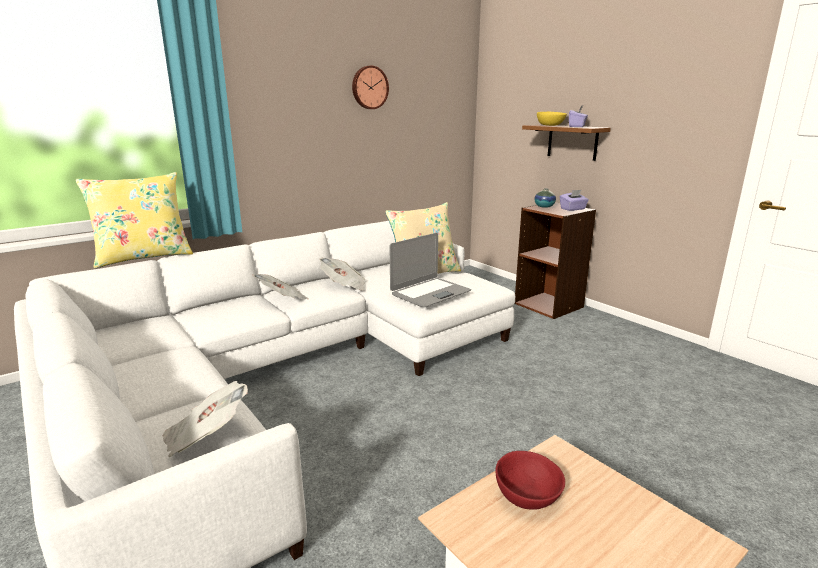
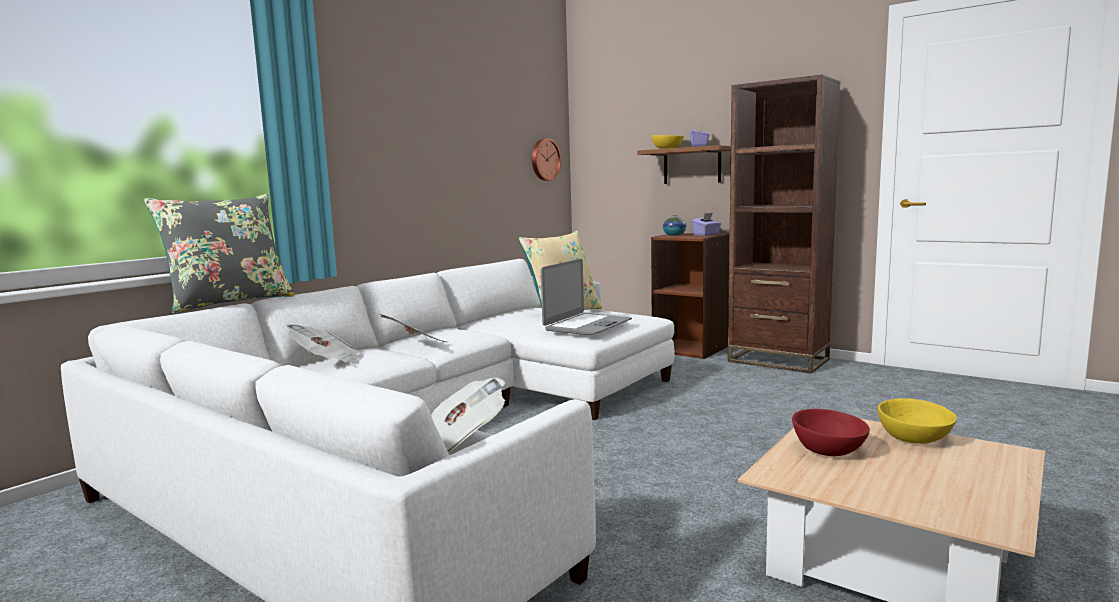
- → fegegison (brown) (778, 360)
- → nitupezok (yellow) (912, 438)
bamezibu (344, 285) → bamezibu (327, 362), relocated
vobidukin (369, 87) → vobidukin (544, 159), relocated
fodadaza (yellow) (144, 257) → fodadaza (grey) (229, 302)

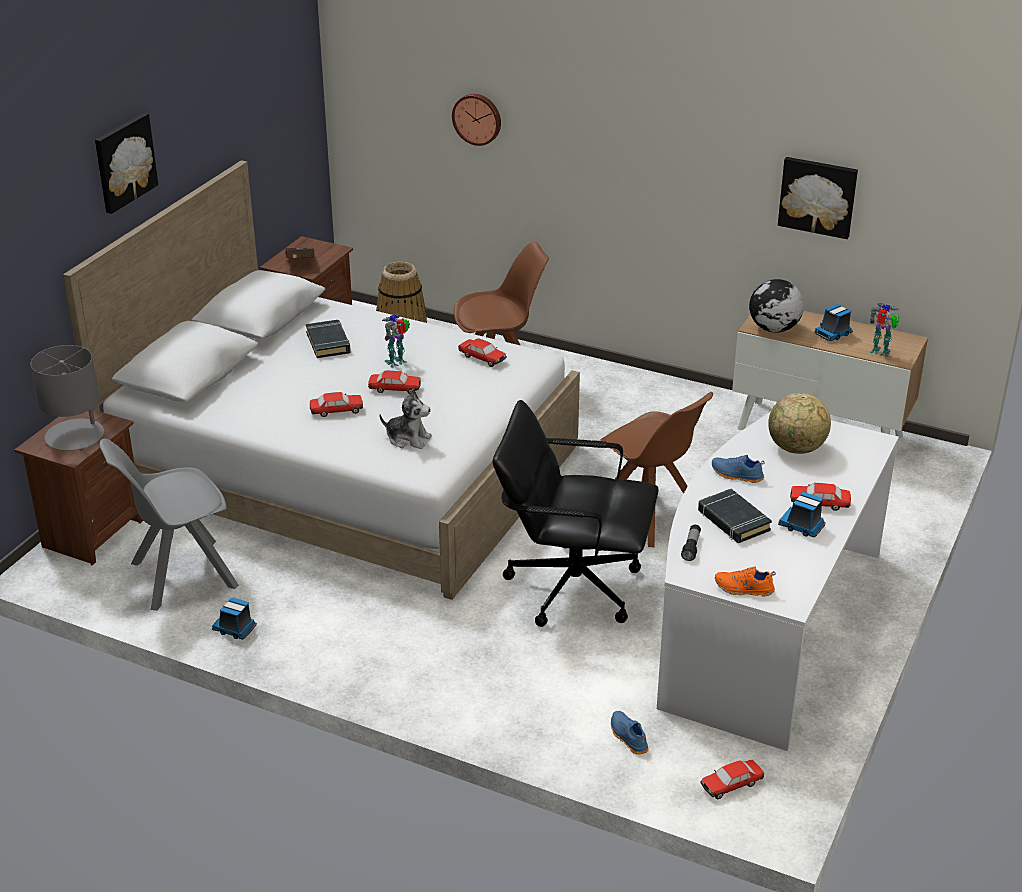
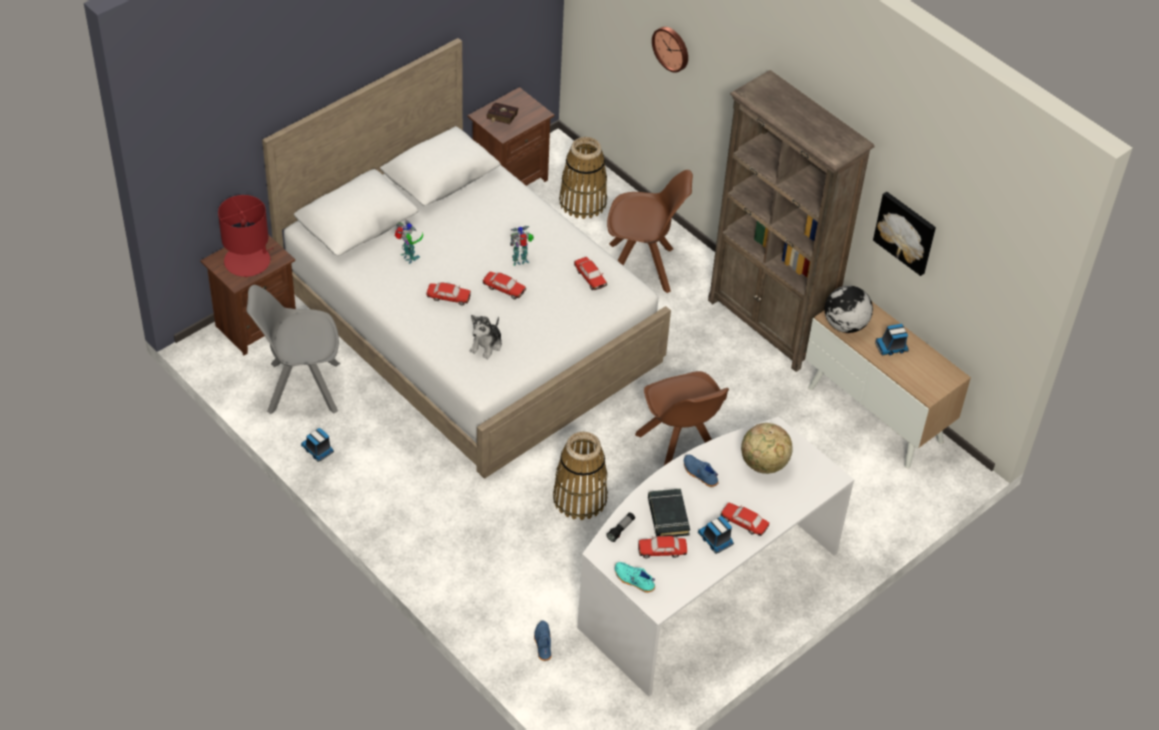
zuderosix (124, 162) → -
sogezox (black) (328, 343) → -
- → fegegison (brown) (769, 325)
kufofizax (731, 784) → kufofizax (662, 551), relocated
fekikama (880, 353) → fekikama (409, 258), relocated
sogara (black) (572, 586) → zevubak (580, 498)
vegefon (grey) (75, 436) → vegefon (red) (248, 261)
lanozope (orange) (743, 589) → lanozope (turquoise) (633, 580)
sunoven (408, 439) → sunoven (486, 345), 75 degrees clockwise

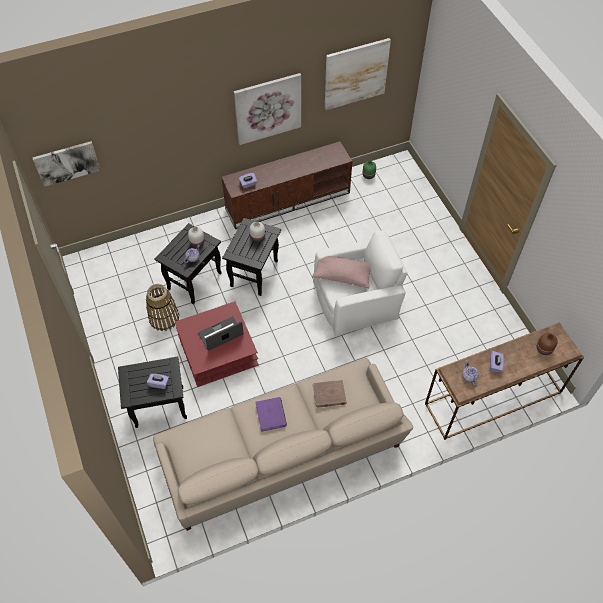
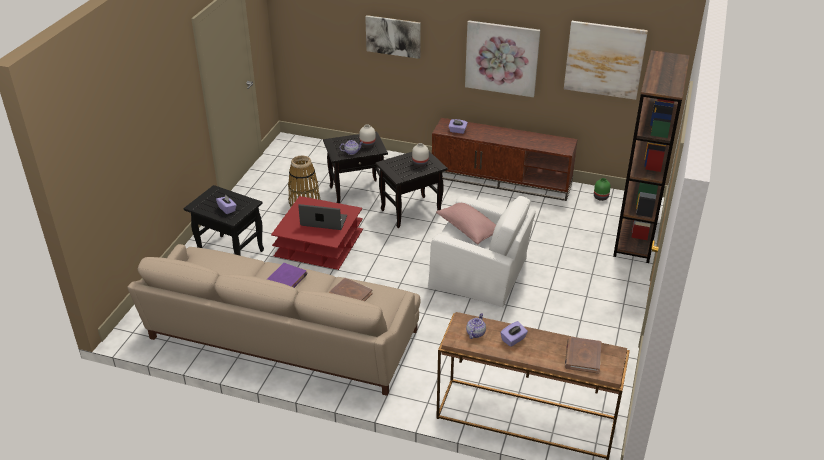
- → fegegison (brown) (636, 235)
zuderosix (67, 163) → zuderosix (393, 36), relocated
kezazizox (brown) (544, 348) → sogezox (brown) (582, 357)

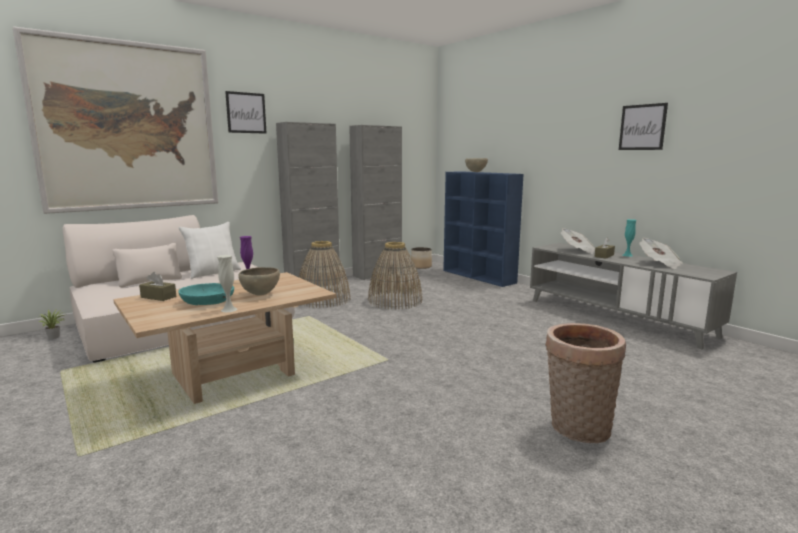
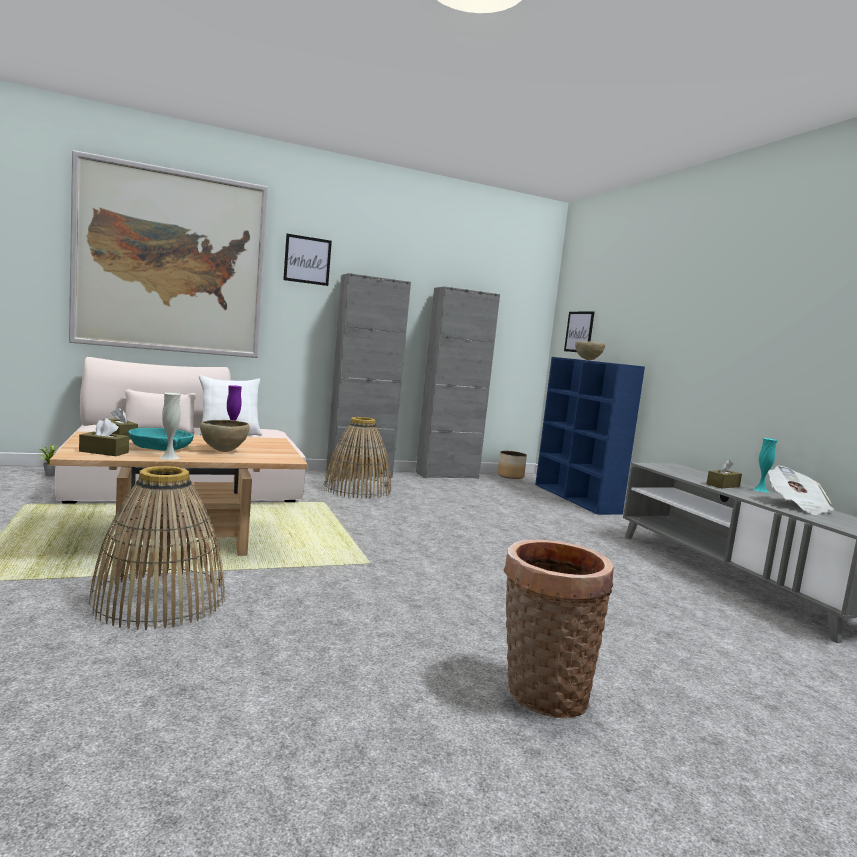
bamezibu (578, 250) → -
- → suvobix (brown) (104, 452)
zevubak (395, 301) → zevubak (159, 600), relocated
zuderosix (642, 127) → zuderosix (579, 332), relocated

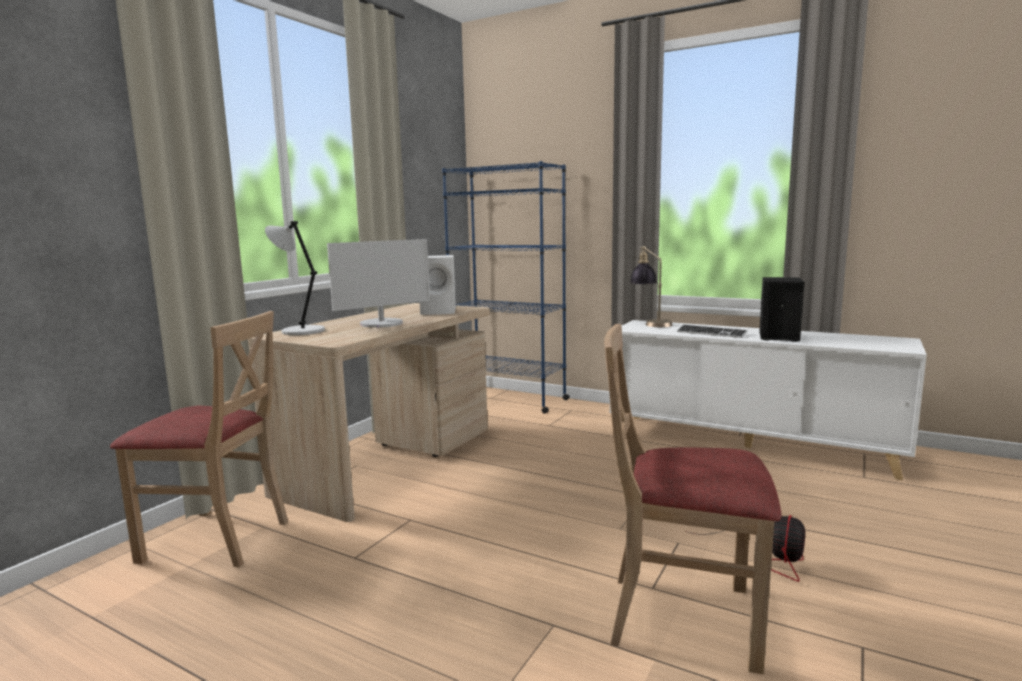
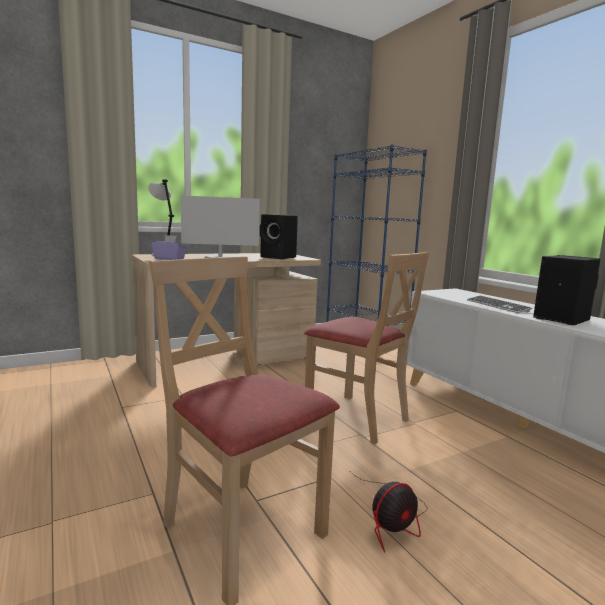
vegefon (650, 323) → -
- → suvobix (purple) (169, 259)
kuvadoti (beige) (216, 539) → kuvadoti (beige) (357, 418), relocated
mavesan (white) (440, 311) → mavesan (black) (279, 257)

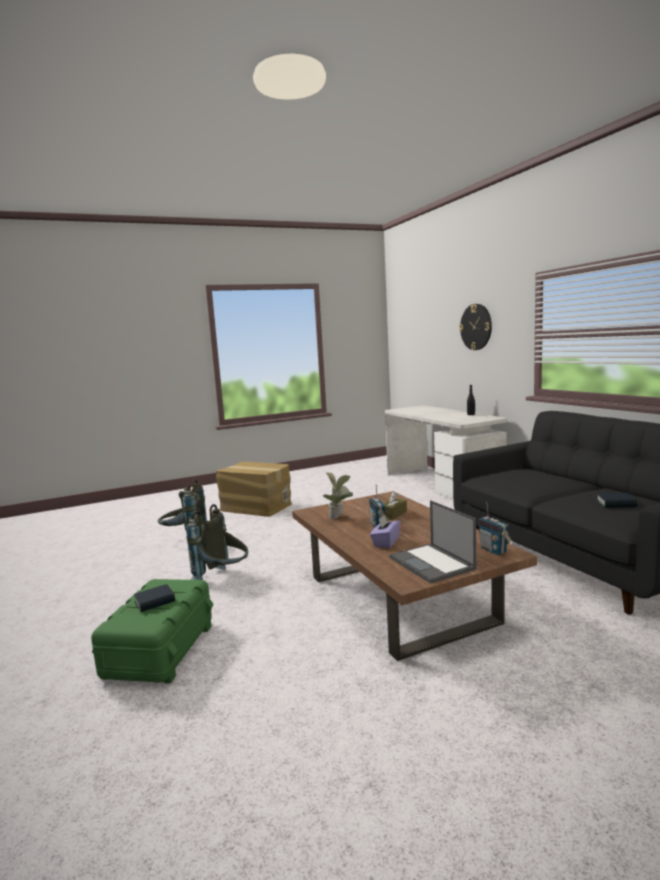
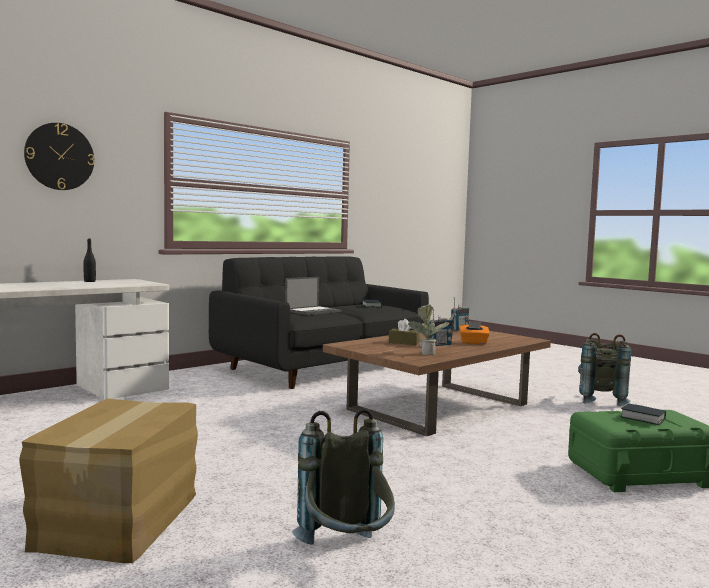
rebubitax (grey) (223, 579) → rebubitax (grey) (599, 400), relocated
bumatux (432, 563) → bumatux (313, 311), relocated
suvobix (purple) (385, 542) → suvobix (orange) (473, 343)

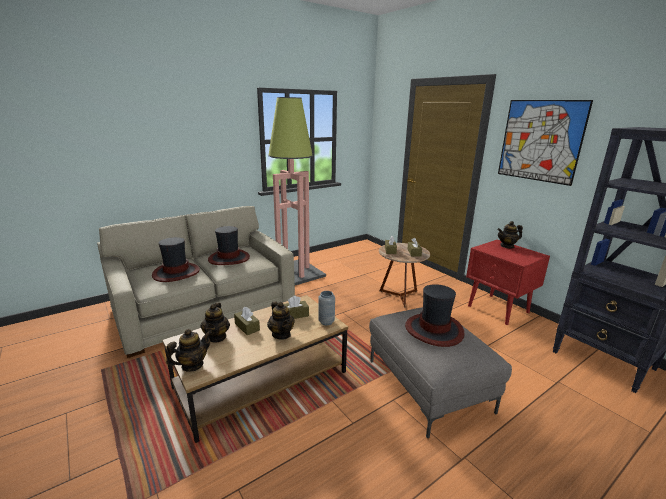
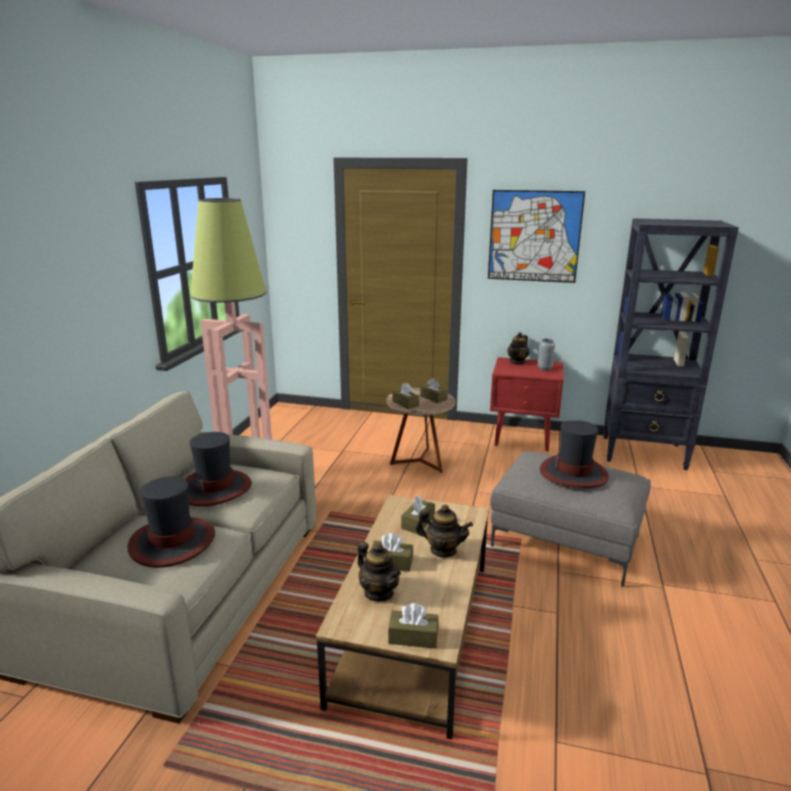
kezazizox (grey) (326, 322) → kezazizox (grey) (544, 368), relocated
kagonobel (192, 365) → suvobix (brown) (413, 637)

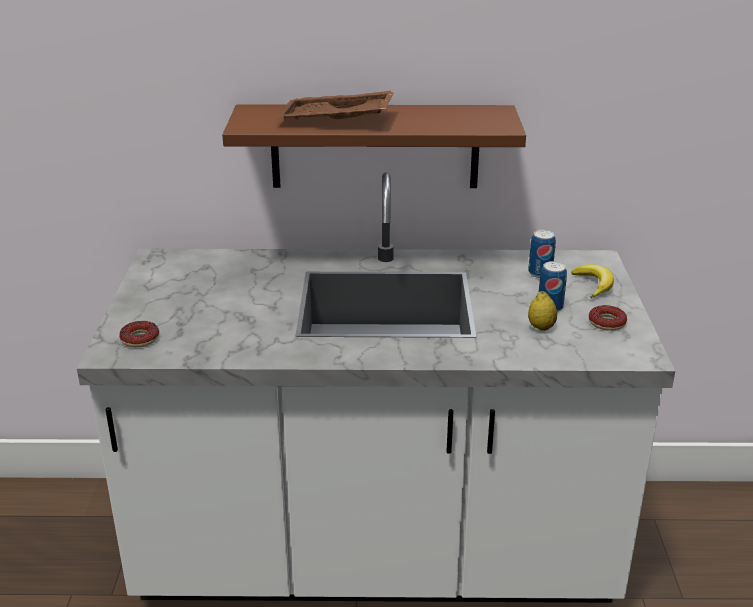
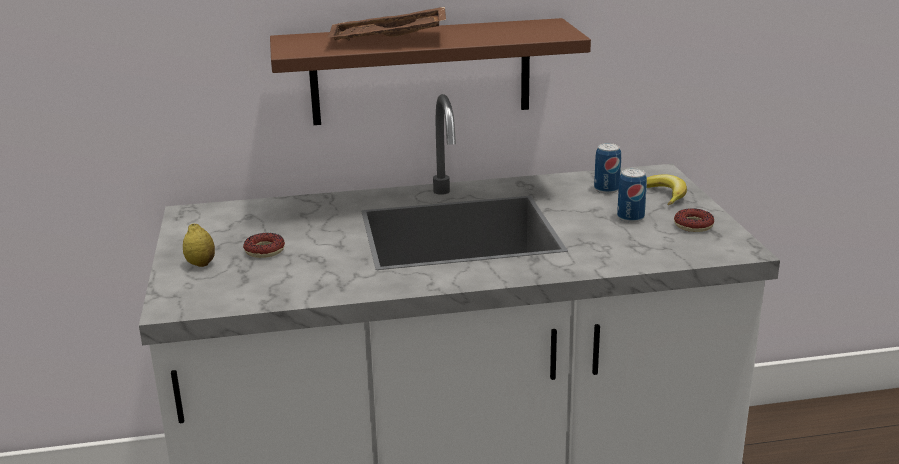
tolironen (140, 339) → tolironen (264, 251), relocated
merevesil (541, 327) → merevesil (200, 264), relocated

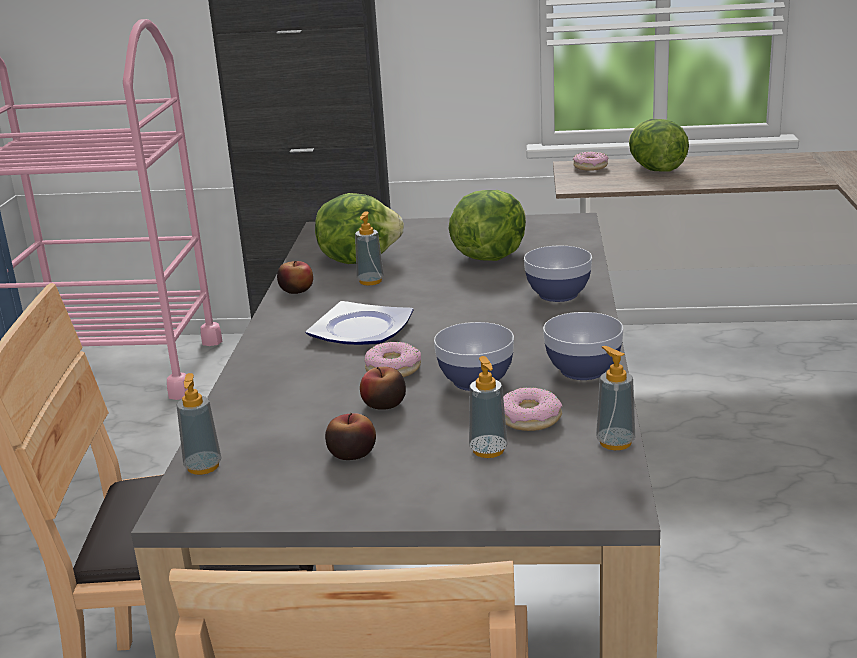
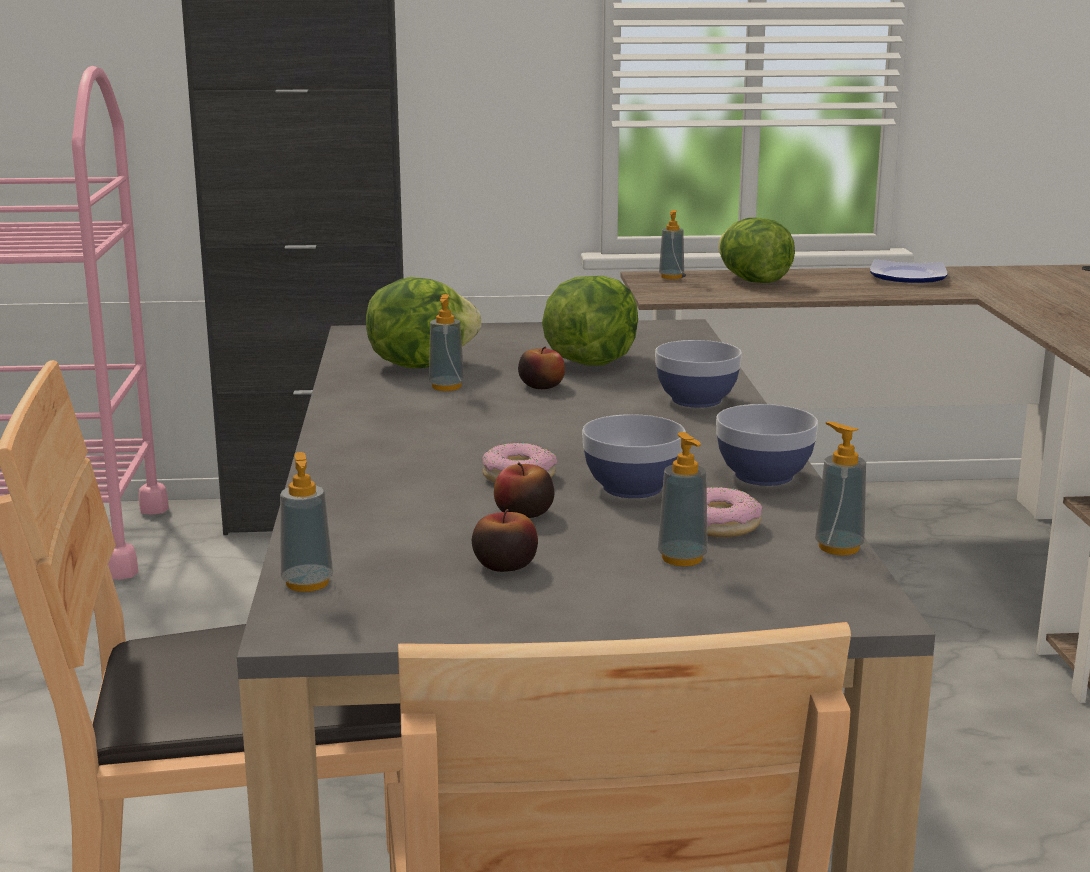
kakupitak (296, 290) → kakupitak (541, 386), relocated
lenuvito (360, 329) → lenuvito (906, 276), relocated
tolironen (590, 167) → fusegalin (671, 277)

